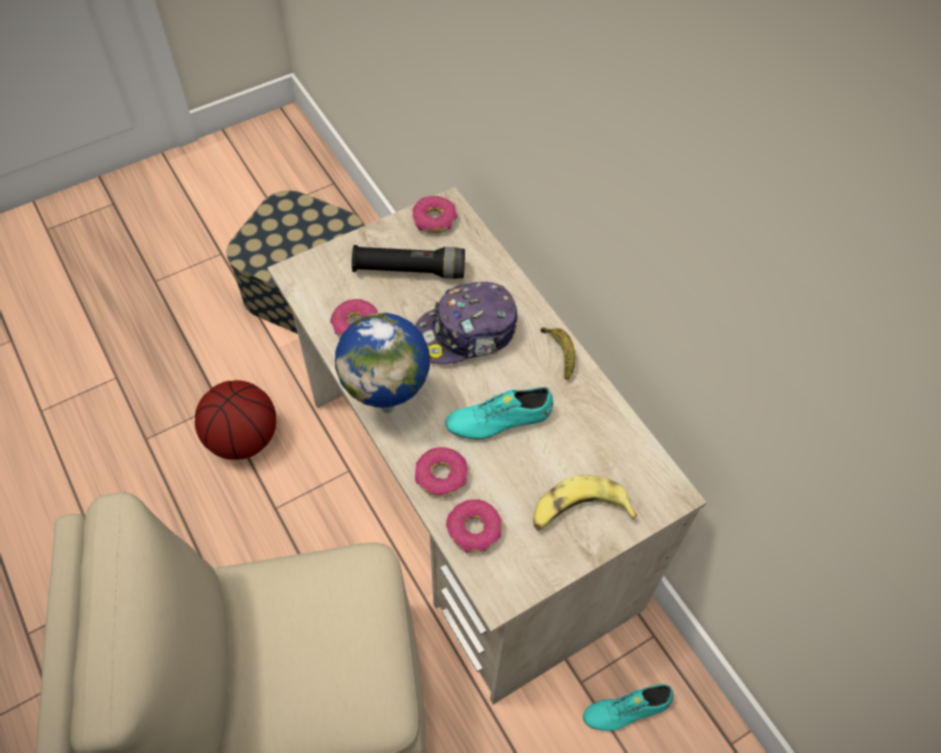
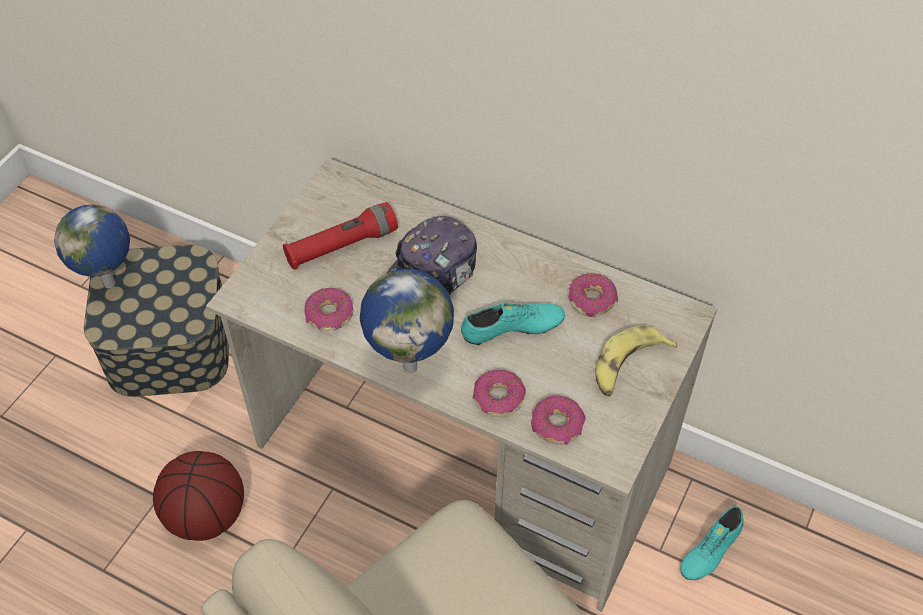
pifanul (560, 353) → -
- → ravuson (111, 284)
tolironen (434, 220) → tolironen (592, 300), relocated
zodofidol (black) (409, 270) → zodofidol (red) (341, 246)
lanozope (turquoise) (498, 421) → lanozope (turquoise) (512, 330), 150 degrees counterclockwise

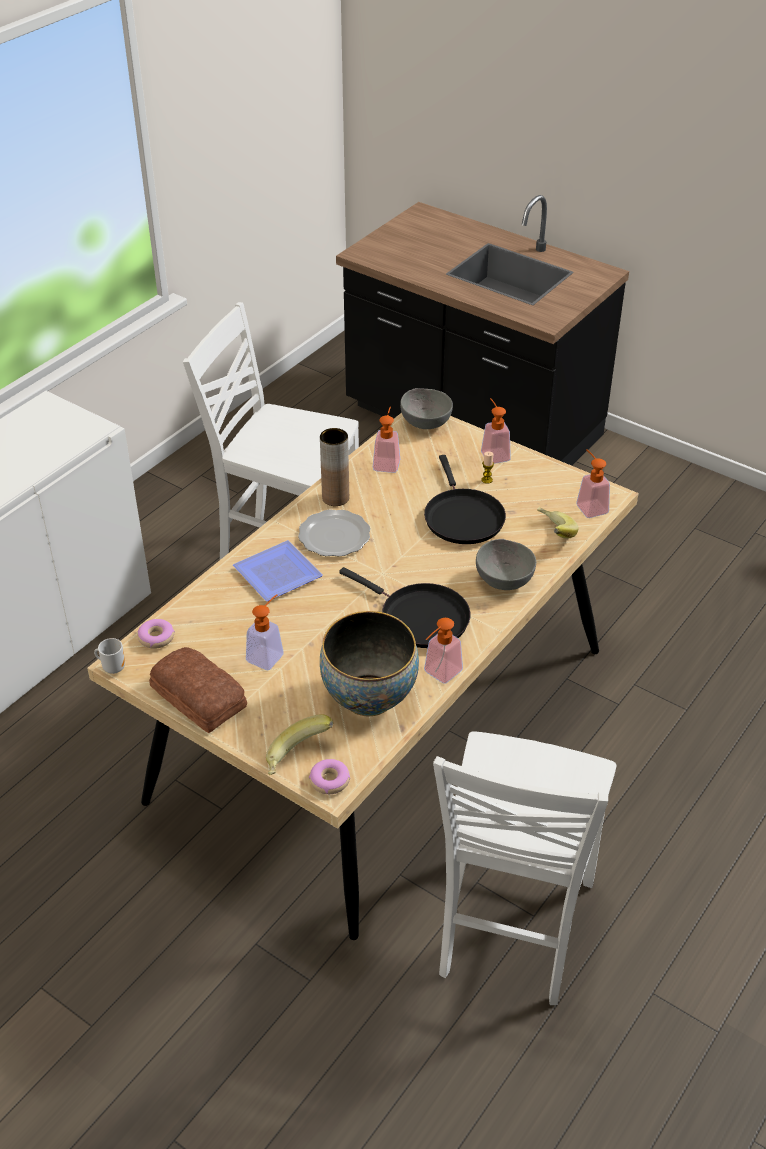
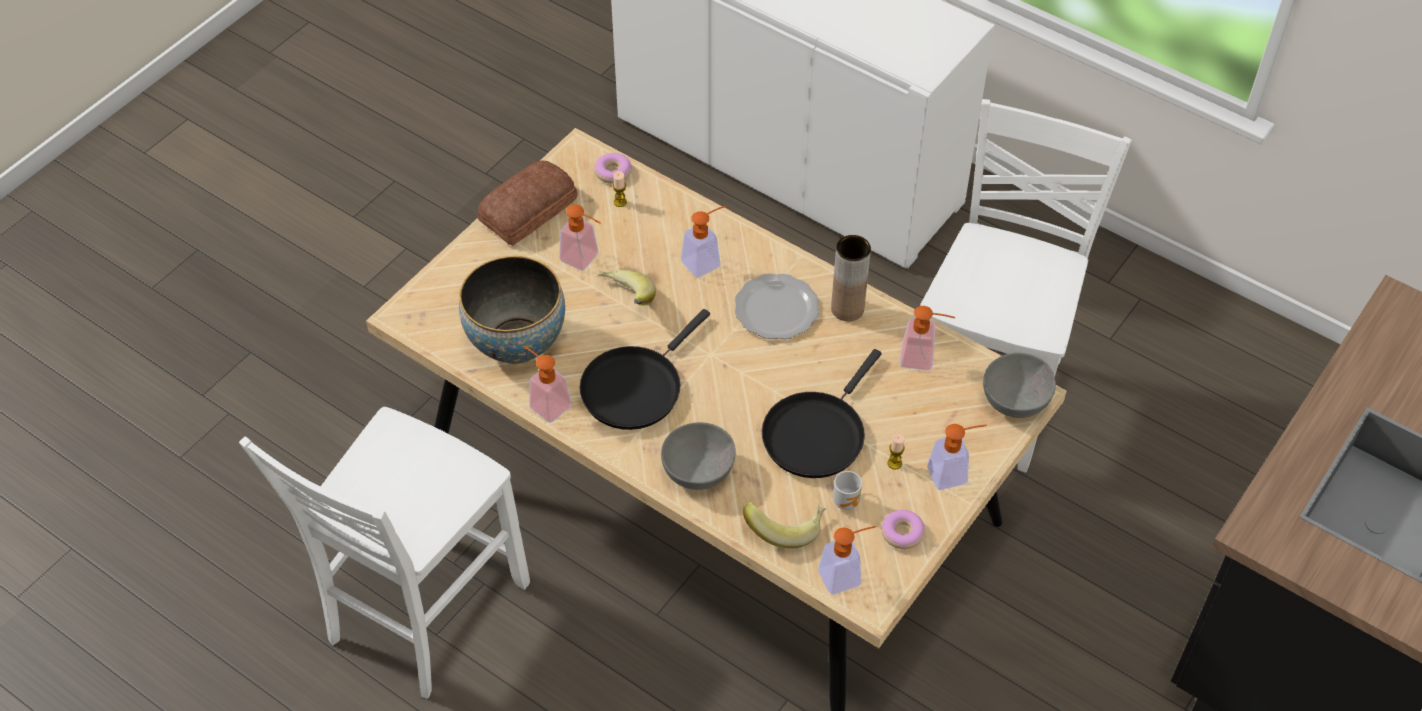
- → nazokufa (620, 202)
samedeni (113, 667) → samedeni (847, 501), relocated
pifanul (298, 759) → pifanul (625, 299), relocated
tolironen (329, 780) → tolironen (902, 533), relocated
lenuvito (277, 576) → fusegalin (706, 261)
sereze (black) (462, 517) → sereze (black) (816, 433), 45 degrees counterclockwise
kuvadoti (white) (512, 929) → kuvadoti (white) (422, 612), 75 degrees counterclockwise

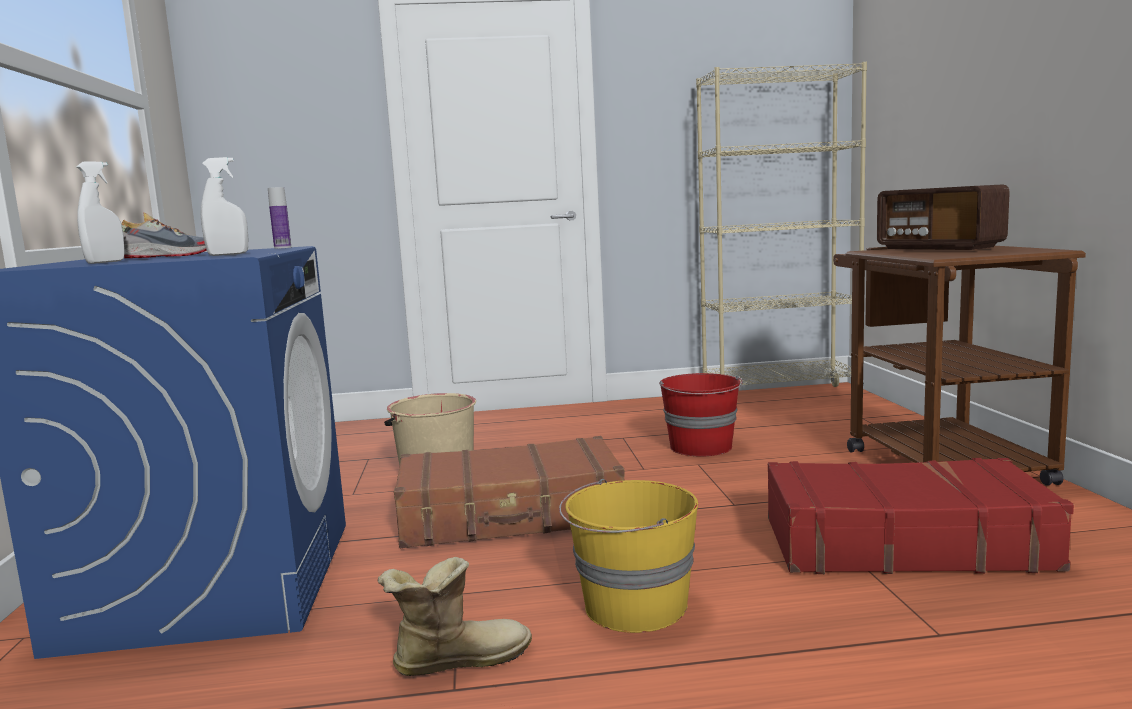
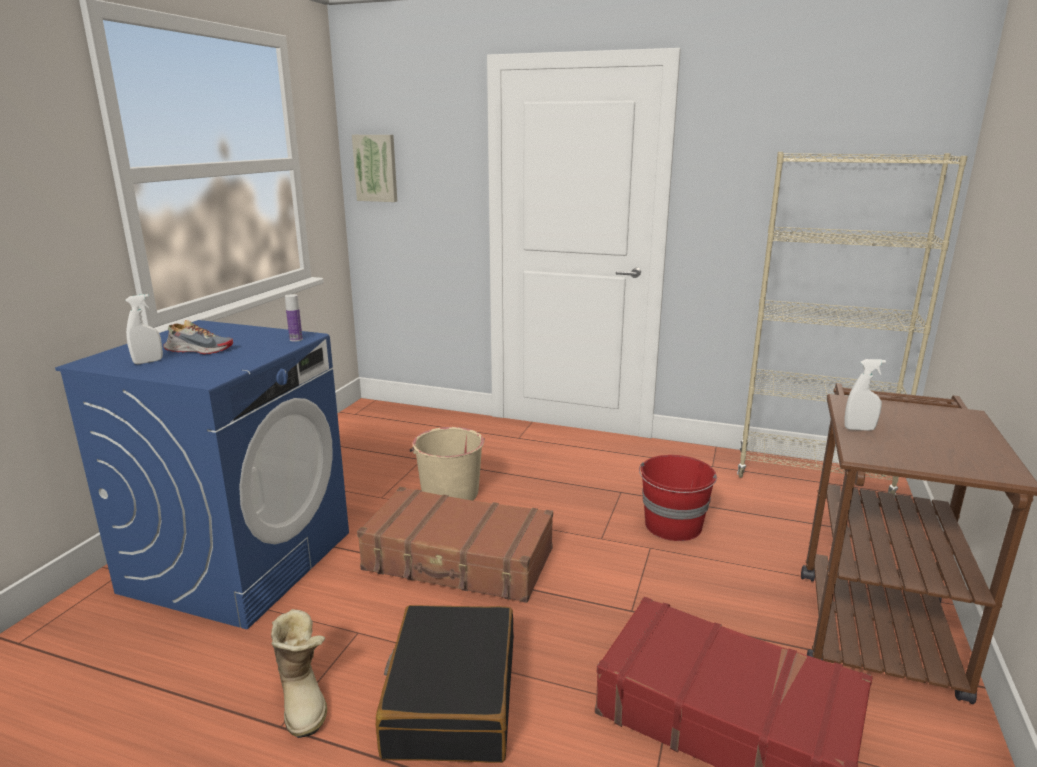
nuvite (939, 248) → -
- → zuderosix (376, 168)
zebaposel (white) (228, 254) → zebaposel (white) (859, 429), relocated
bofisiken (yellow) (633, 607) → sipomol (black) (451, 699)
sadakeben (457, 659) → sadakeben (304, 699), 60 degrees clockwise

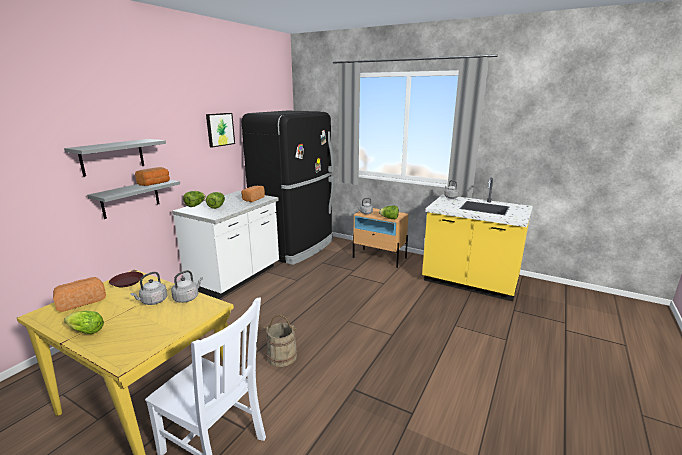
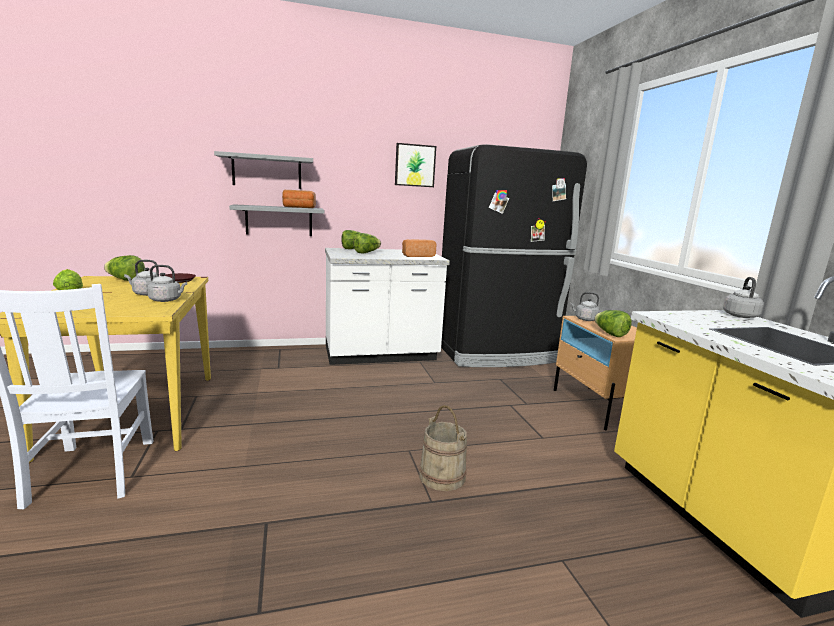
bofisiken (beige) (282, 356) → bofisiken (beige) (442, 476), relocated
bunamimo (81, 301) → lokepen (125, 280)

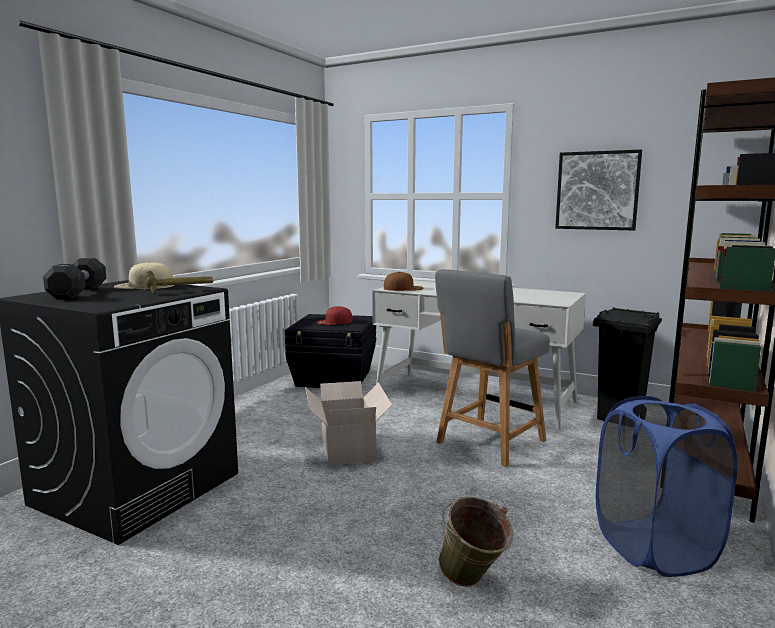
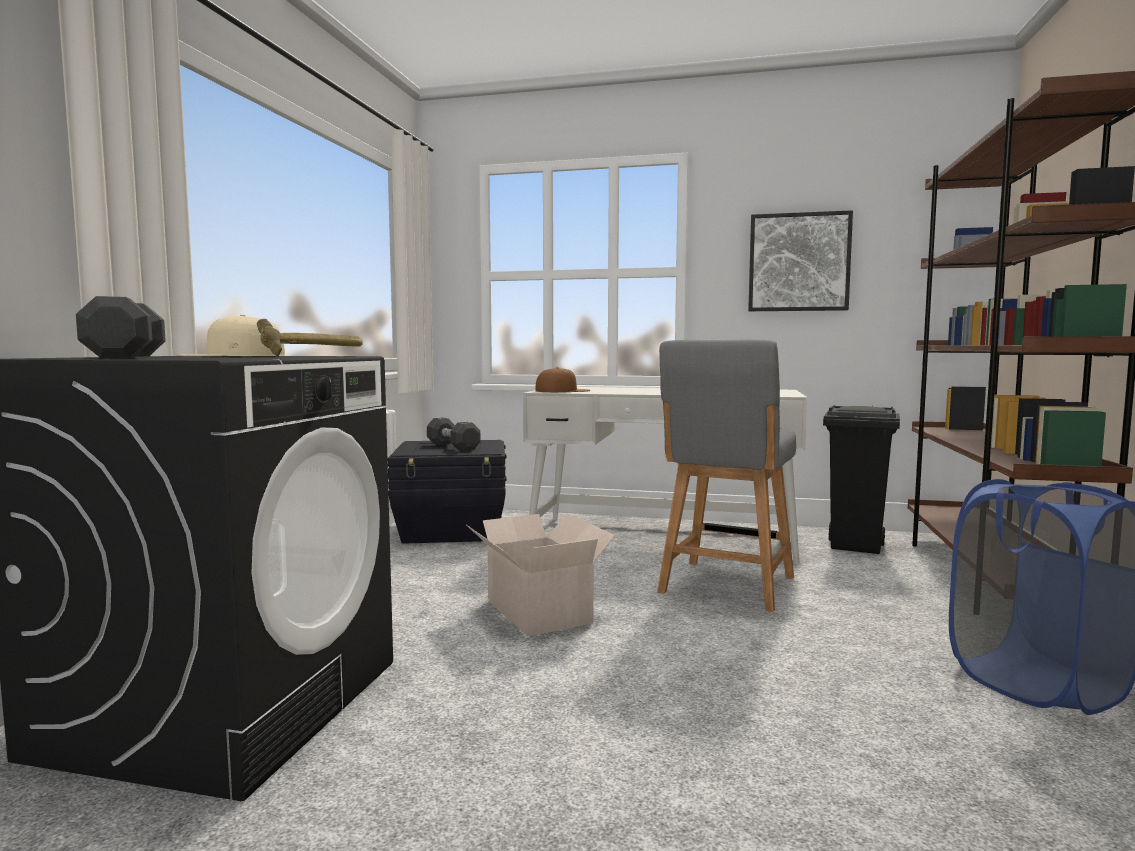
bofisiken (green) (472, 583) → -
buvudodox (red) (334, 321) → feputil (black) (453, 446)

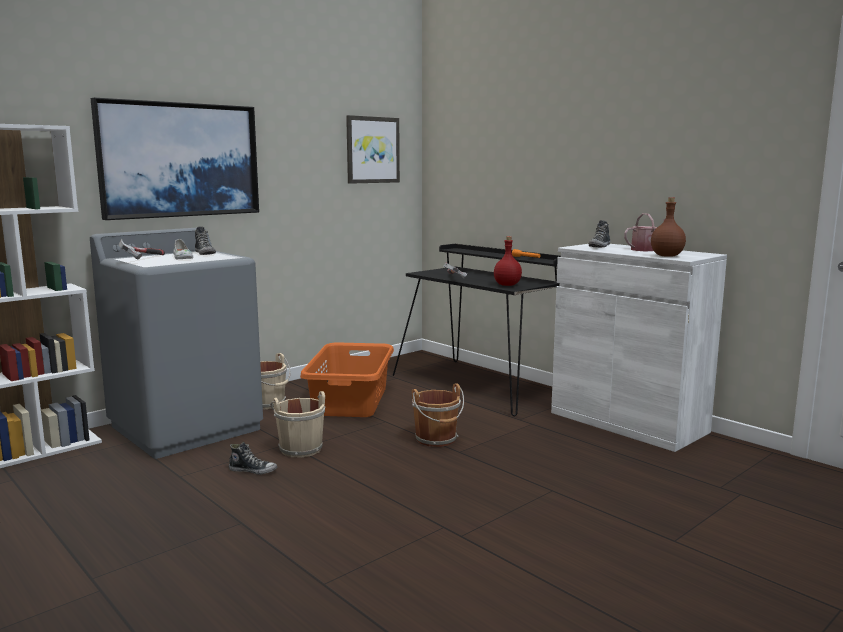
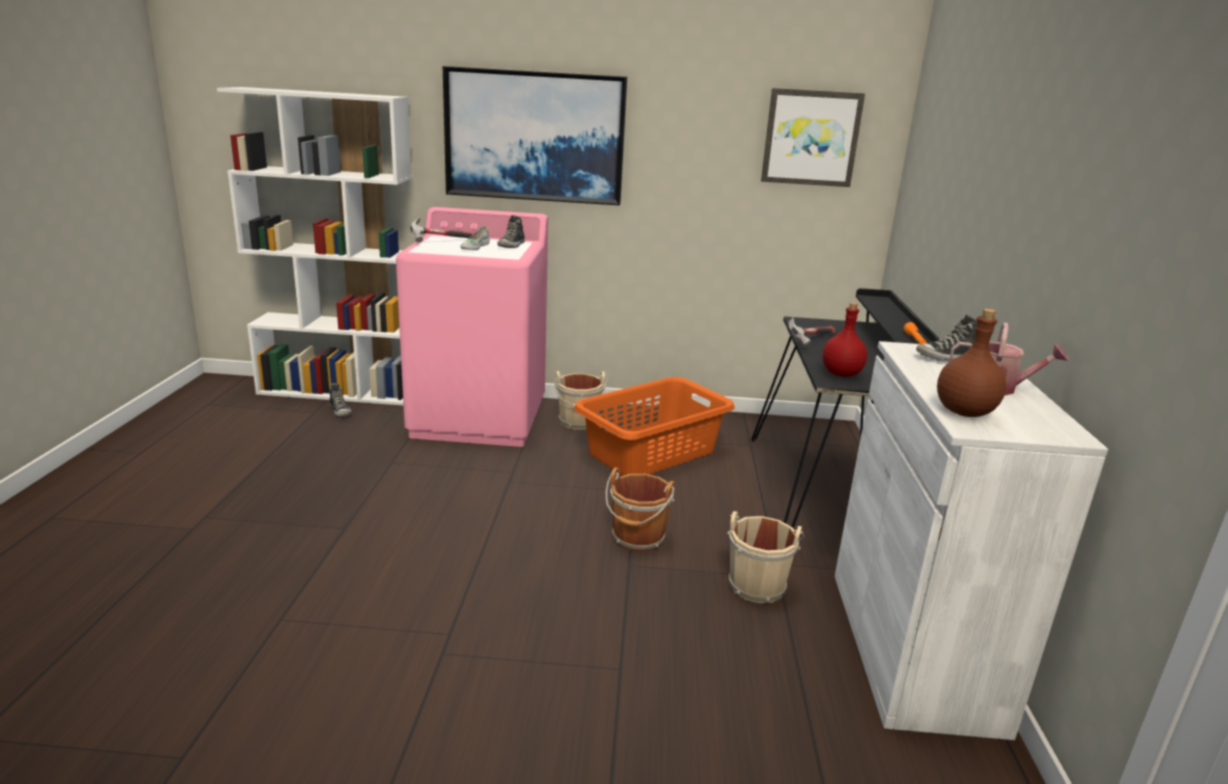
lanozope (253, 470) → lanozope (340, 411), relocated
bofisiken (beige) (300, 448) → bofisiken (beige) (757, 584), relocated
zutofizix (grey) (186, 427) → zutofizix (pink) (479, 418)

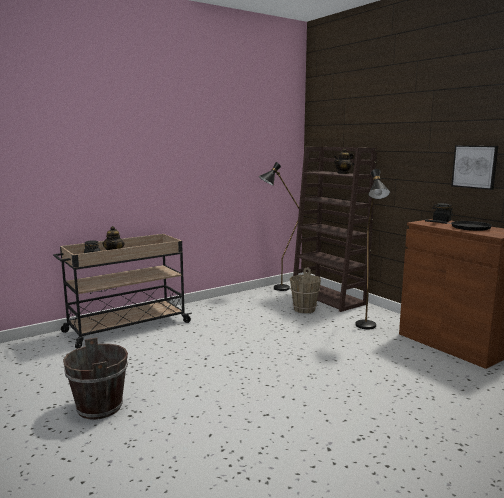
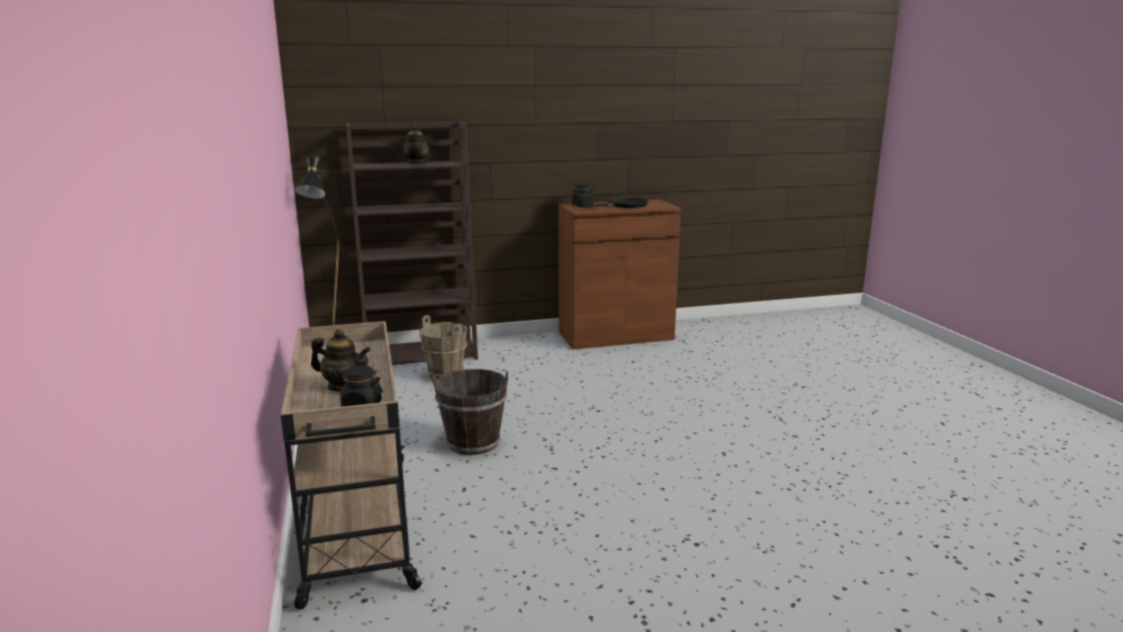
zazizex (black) (367, 328) → -
zuderosix (474, 166) → -
bofisiken (brown) (100, 407) → bofisiken (brown) (473, 442), relocated

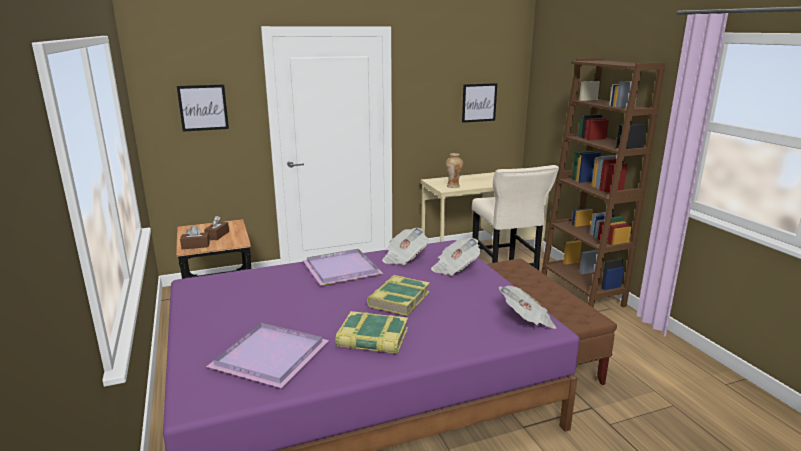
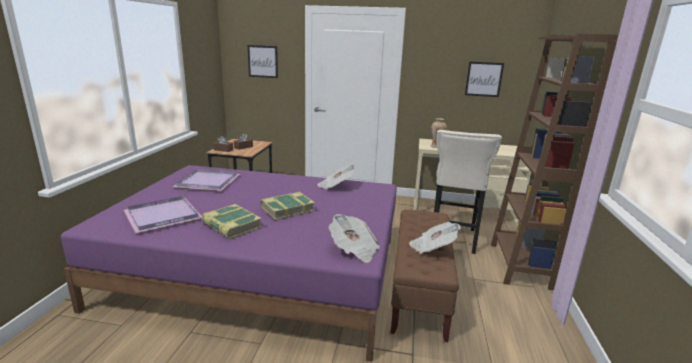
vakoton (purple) (341, 270) → vakoton (purple) (206, 182), relocated
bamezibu (455, 268) → bamezibu (432, 248), relocated

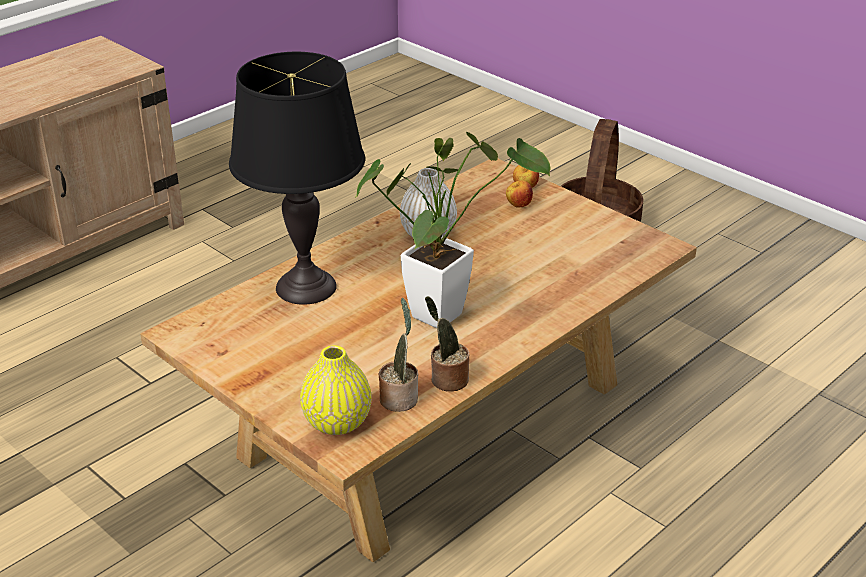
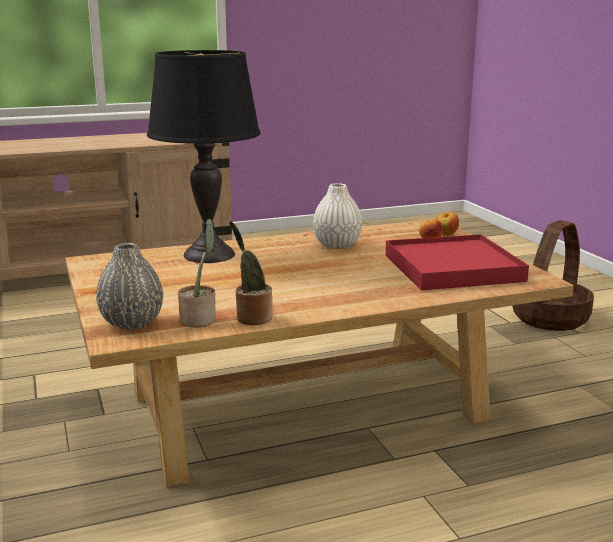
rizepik (445, 310) → -
- → vakoton (red) (452, 268)
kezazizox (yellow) (337, 422) → kezazizox (grey) (132, 323)

